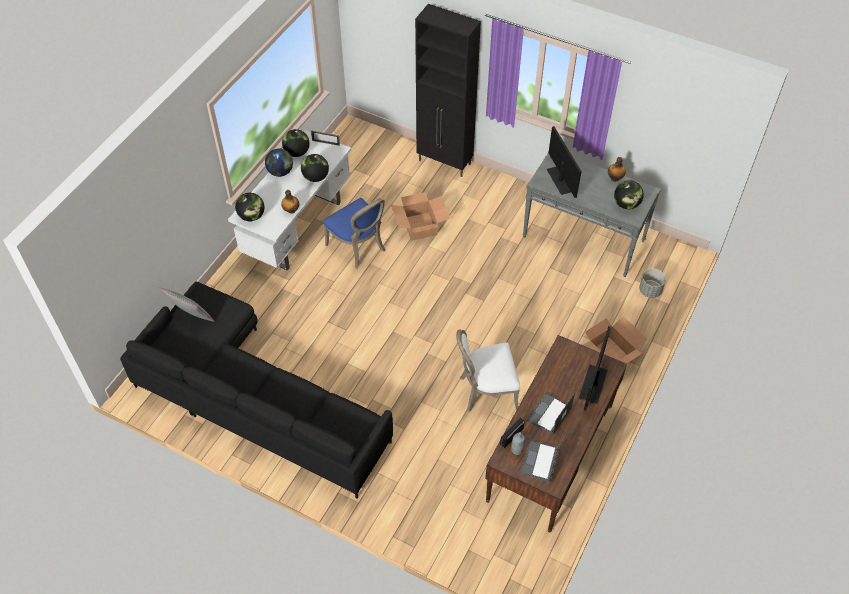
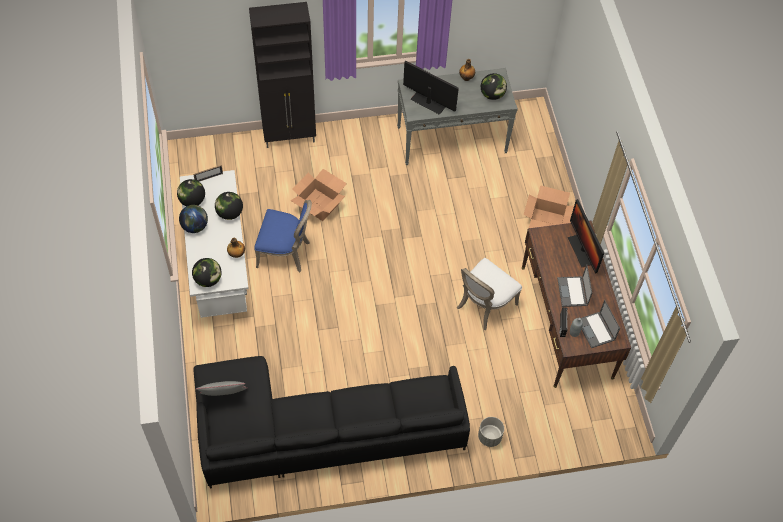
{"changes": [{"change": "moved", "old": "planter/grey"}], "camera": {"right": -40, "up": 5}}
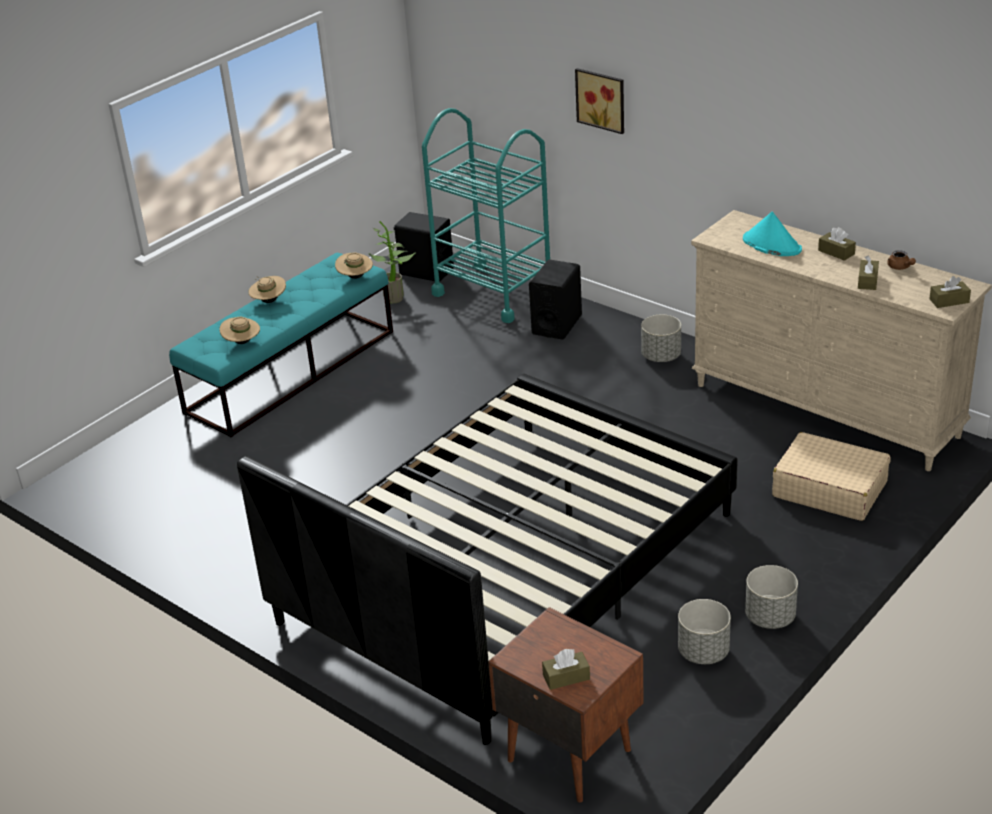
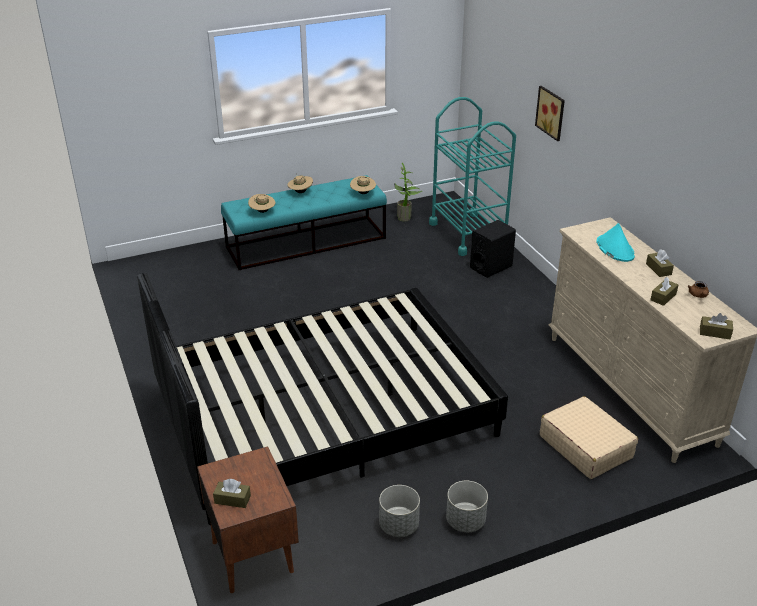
{"changes": [{"change": "removed", "old": "speaker/black (1st from left)"}, {"change": "removed", "old": "planter/grey (1st from left)"}], "camera": {"right": 25, "up": 0}}
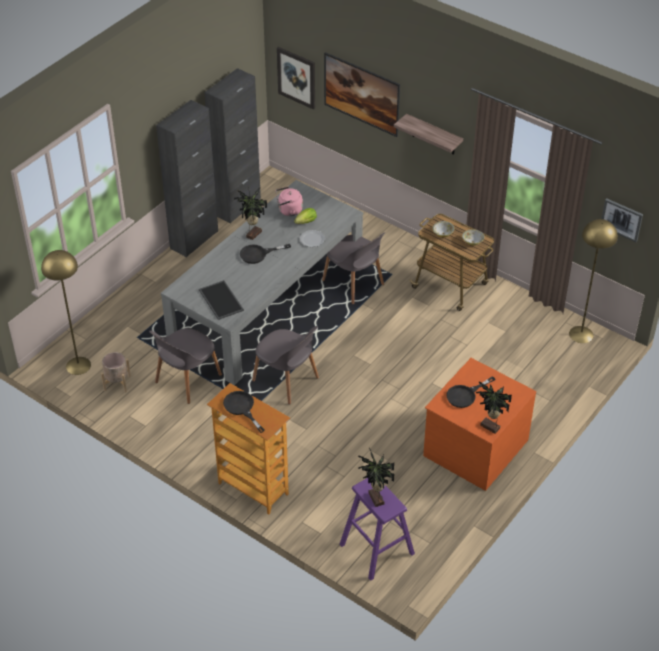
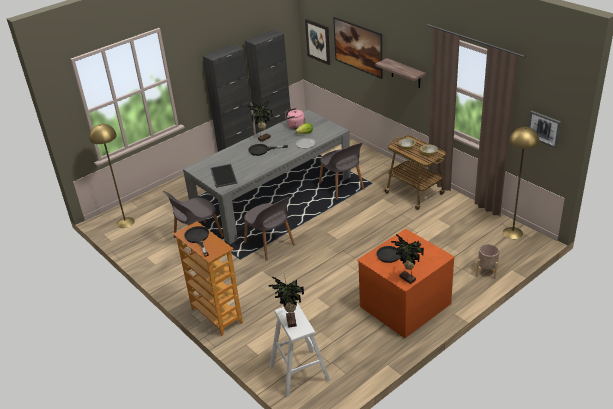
{"changes": [{"change": "moved", "old": "planter/beige"}, {"change": "recoloured", "old": "stool/purple", "new": "stool/white"}], "camera": {"right": 15, "up": -10}}
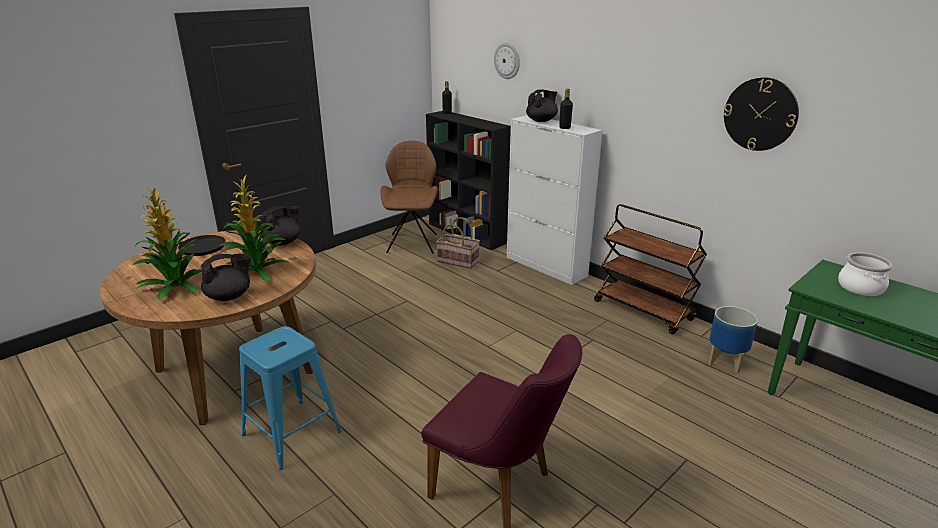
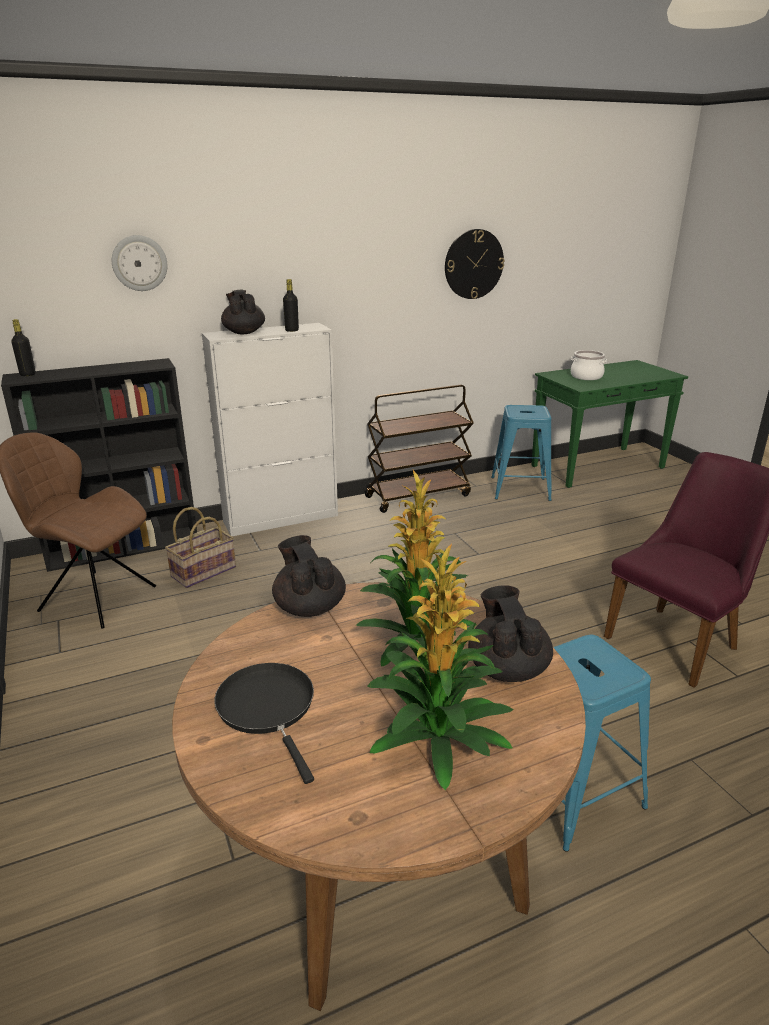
{"changes": [{"change": "replaced", "old": "planter", "new": "stool/blue (1st from left)"}], "camera": {"right": -70, "up": 0}}
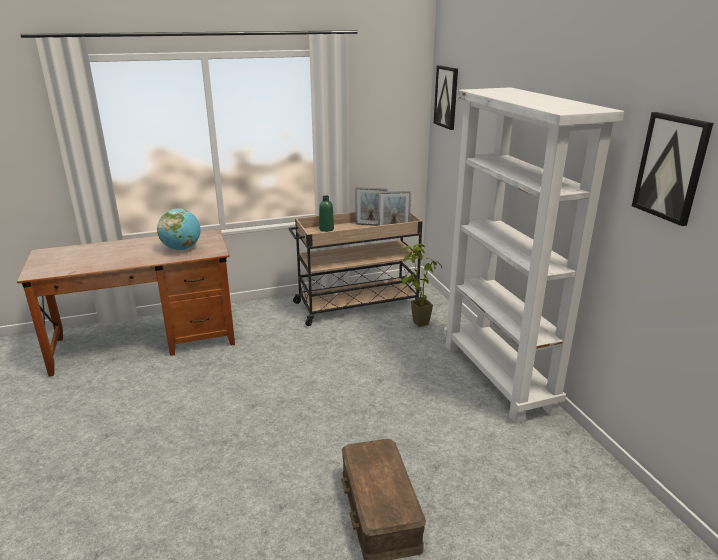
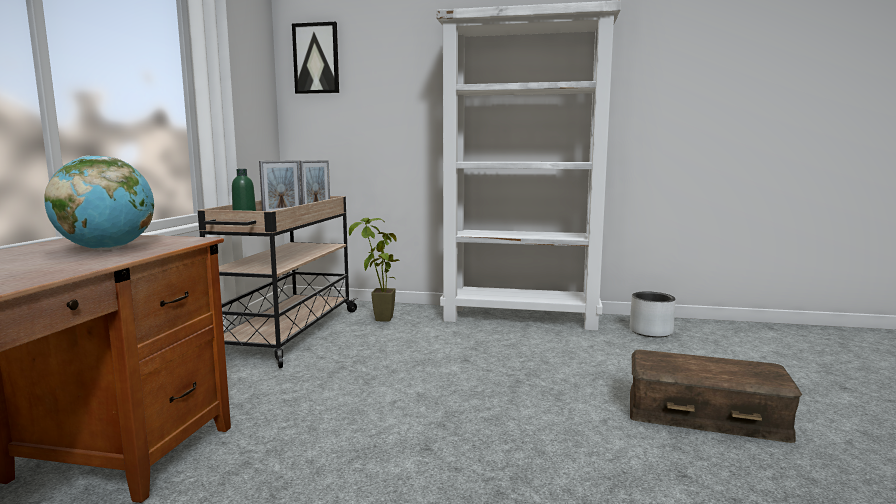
{"changes": [{"change": "removed", "old": "picture (2nd from left)"}, {"change": "added", "new": "planter/grey"}], "camera": {"right": -60, "up": -15}}
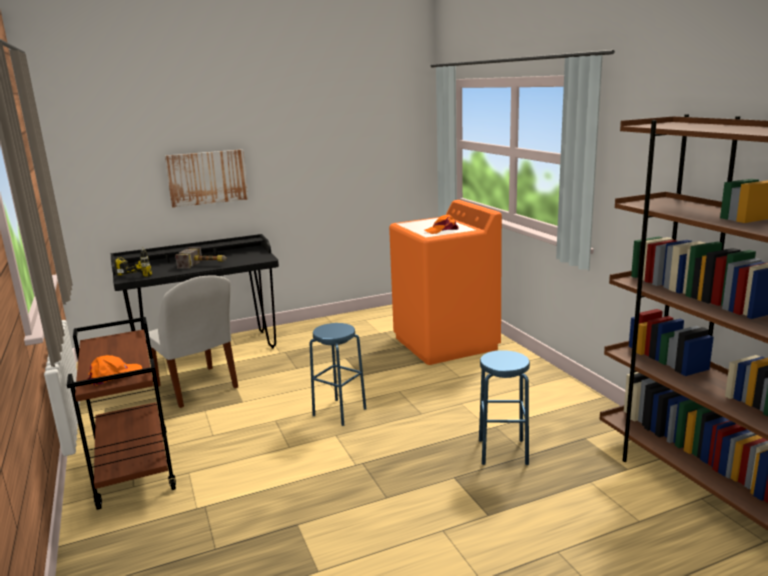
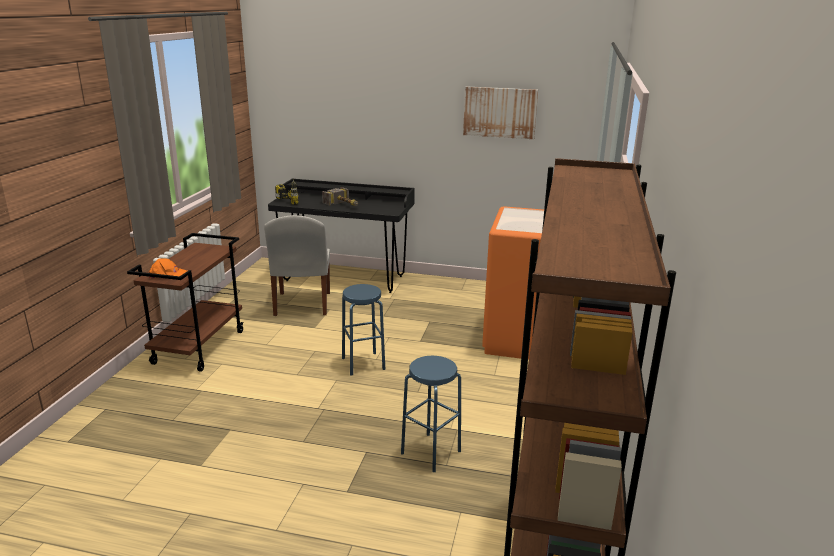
{"changes": [{"change": "removed", "old": "cap/orange (2nd from left)"}, {"change": "moved", "old": "picture"}], "camera": {"right": 35, "up": 5}}
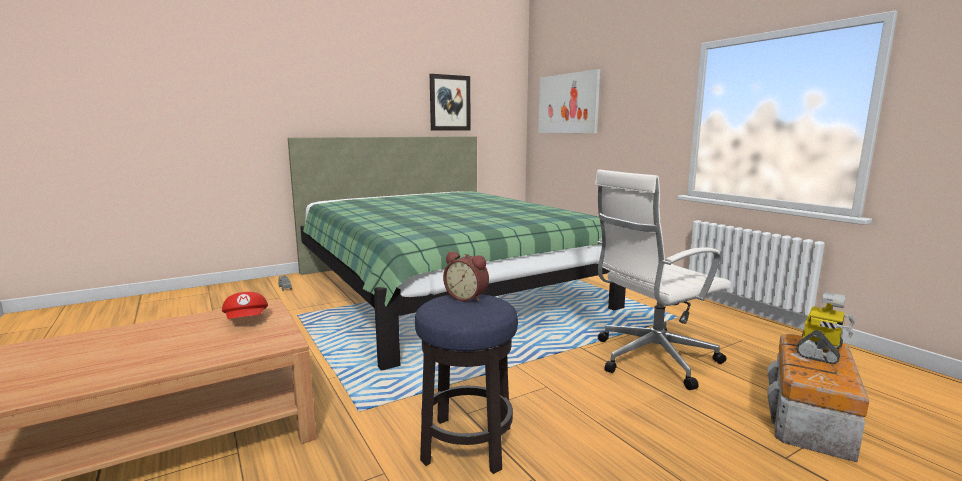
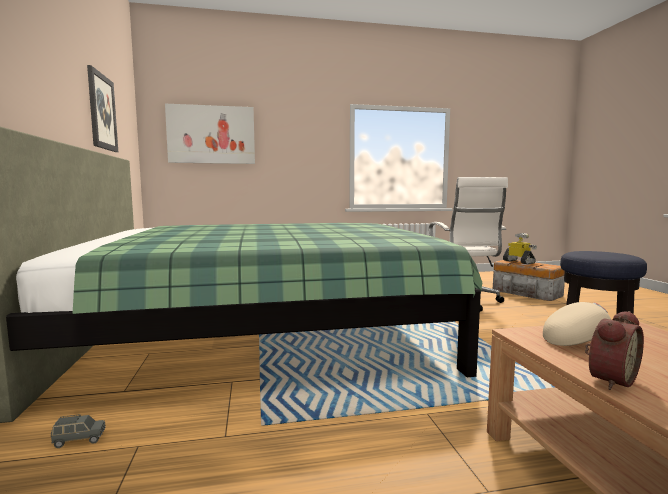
{"changes": [{"change": "moved", "old": "alarm clock"}, {"change": "recoloured", "old": "cap/red", "new": "cap/beige"}], "camera": {"right": -70, "up": -5}}
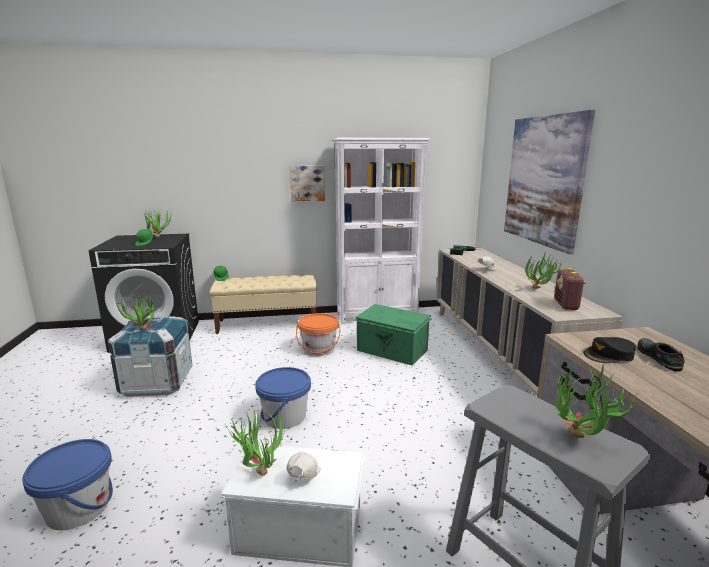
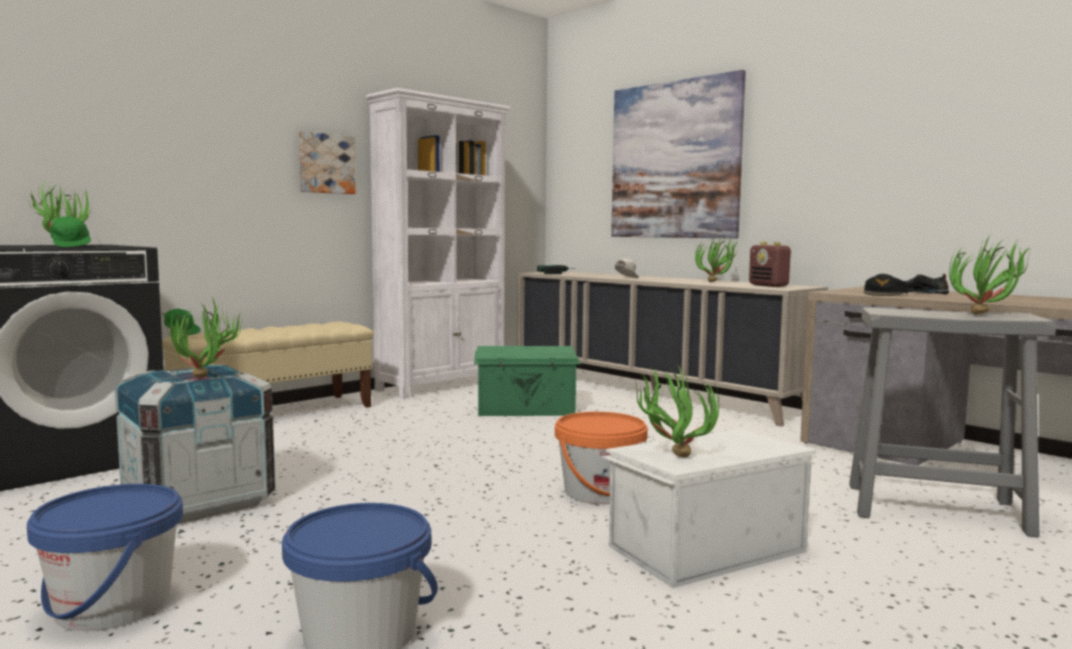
{"changes": [{"change": "removed", "old": "cap/white (1st from left)"}, {"change": "moved", "old": "bucket/blue (2nd from left in the first image)", "new": "bucket/blue (1st from left)"}, {"change": "moved", "old": "bucket/orange"}], "camera": {"right": -35, "up": -10}}
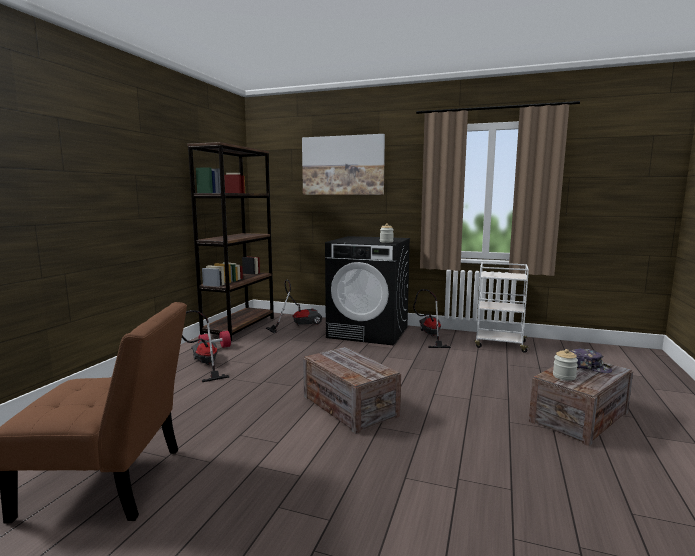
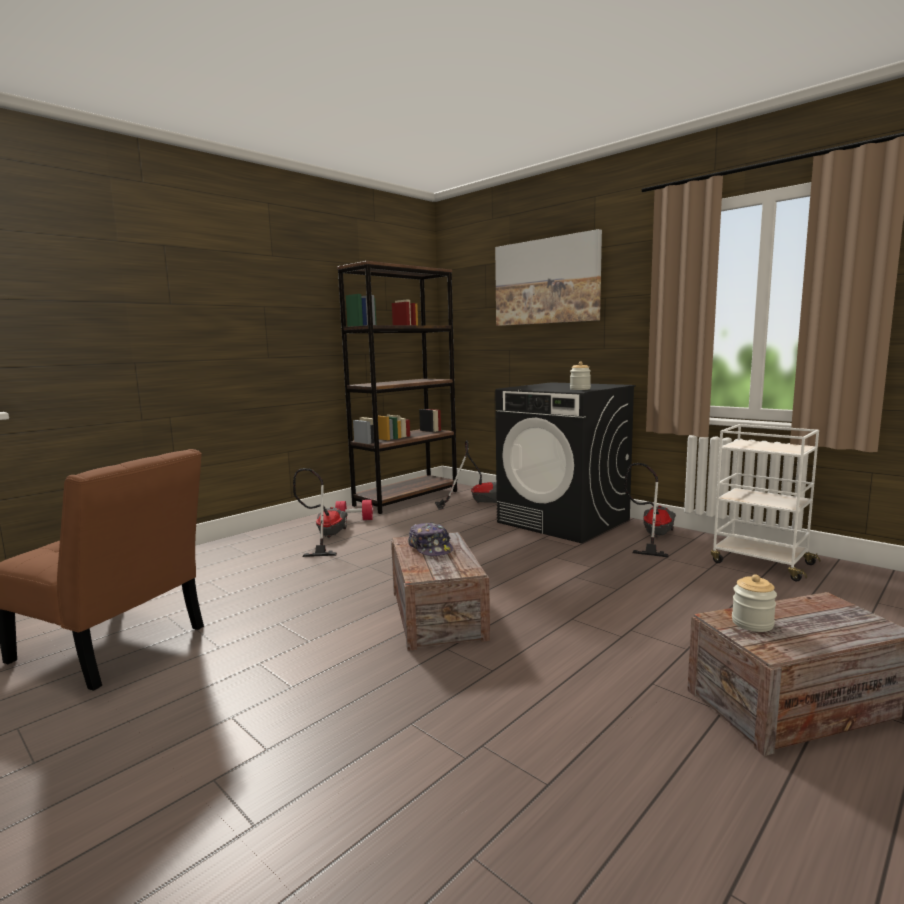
{"changes": [{"change": "moved", "old": "cap"}], "camera": {"right": 25, "up": 0}}
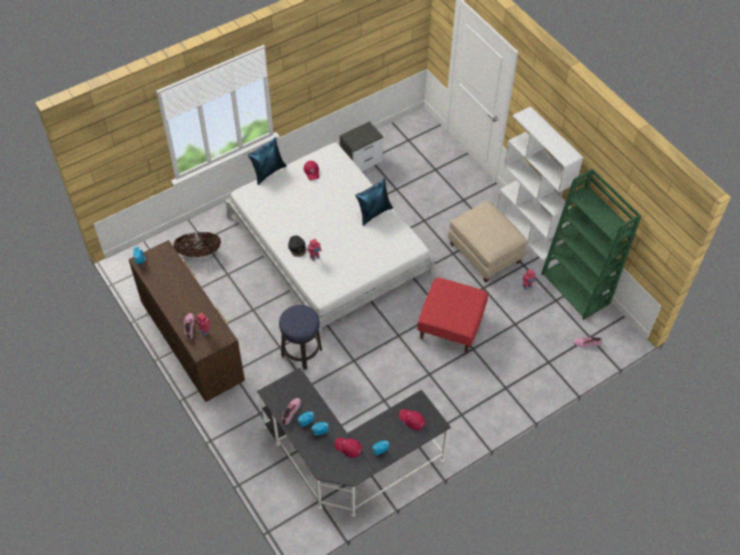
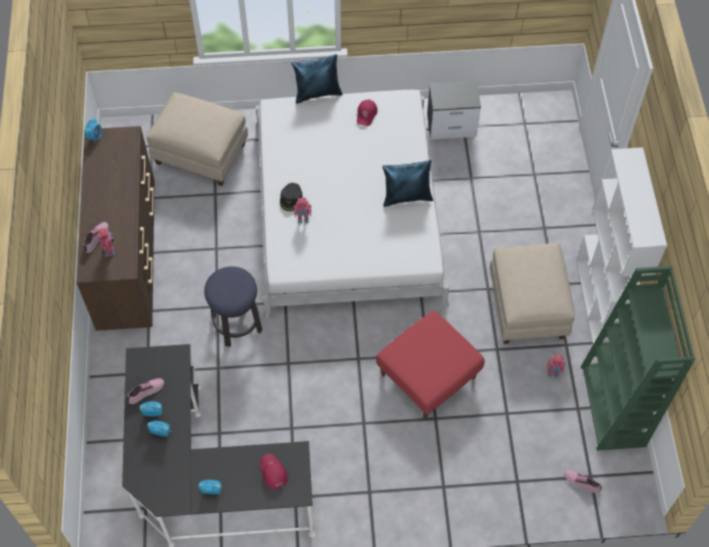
{"changes": [{"change": "removed", "old": "cap/red (2nd from left)"}, {"change": "replaced", "old": "basket", "new": "ottoman/beige (1st from left)"}], "camera": {"right": 30, "up": 5}}
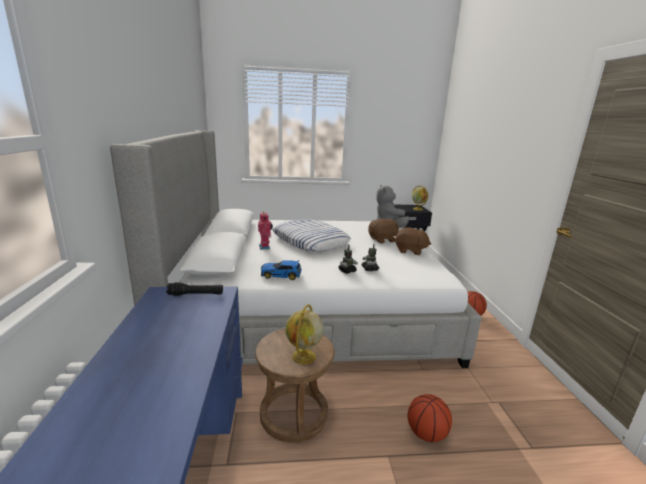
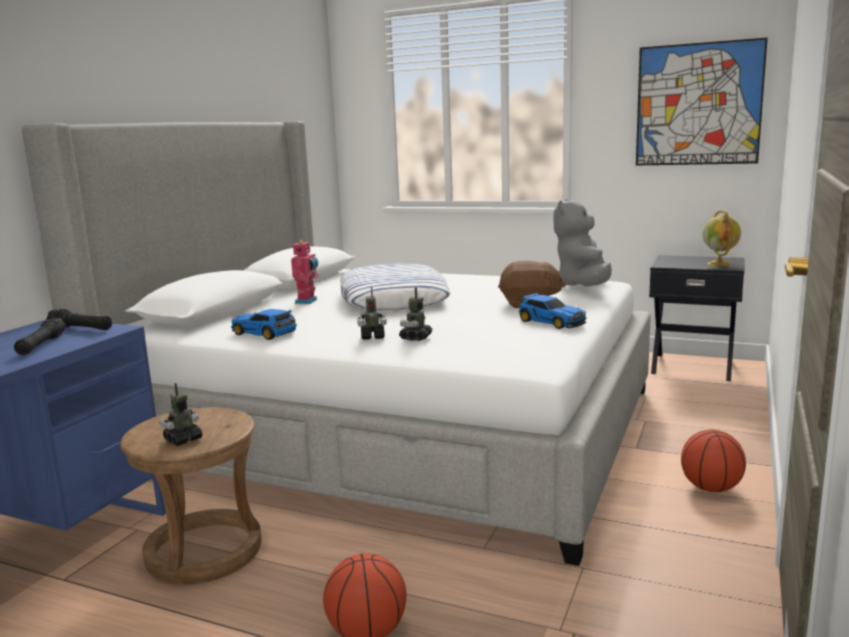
{"changes": [{"change": "added", "new": "flashlight/black (1st from left)"}, {"change": "added", "new": "picture"}, {"change": "replaced", "old": "globe (1st from left)", "new": "toy robot (1st from left)"}, {"change": "replaced", "old": "plush toy/brown (2nd from left)", "new": "toy car (2nd from left)"}], "camera": {"right": 30, "up": -5}}
